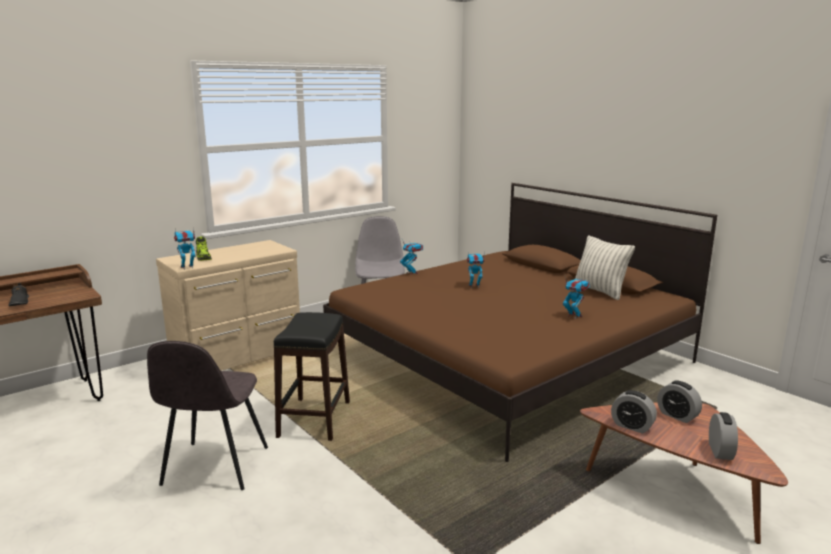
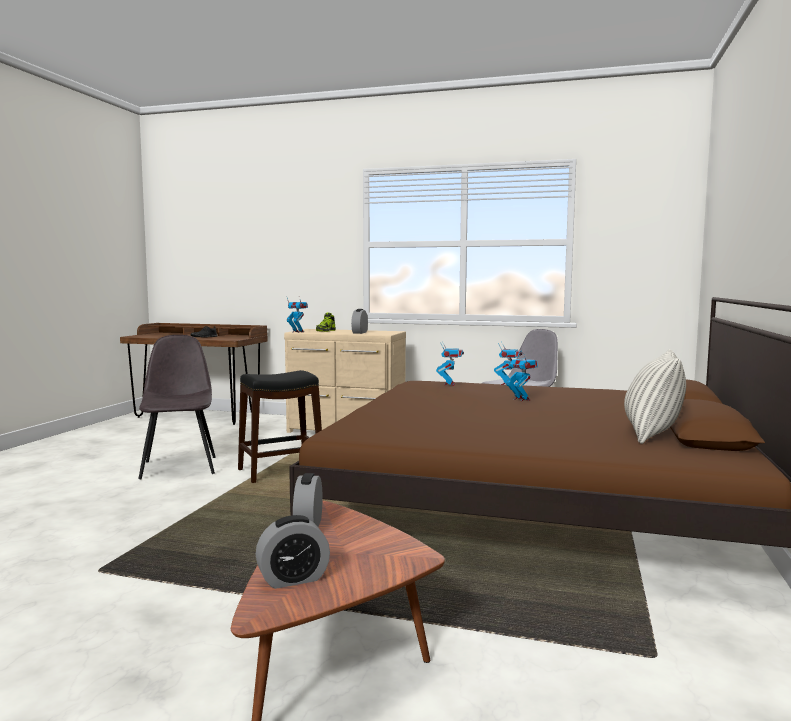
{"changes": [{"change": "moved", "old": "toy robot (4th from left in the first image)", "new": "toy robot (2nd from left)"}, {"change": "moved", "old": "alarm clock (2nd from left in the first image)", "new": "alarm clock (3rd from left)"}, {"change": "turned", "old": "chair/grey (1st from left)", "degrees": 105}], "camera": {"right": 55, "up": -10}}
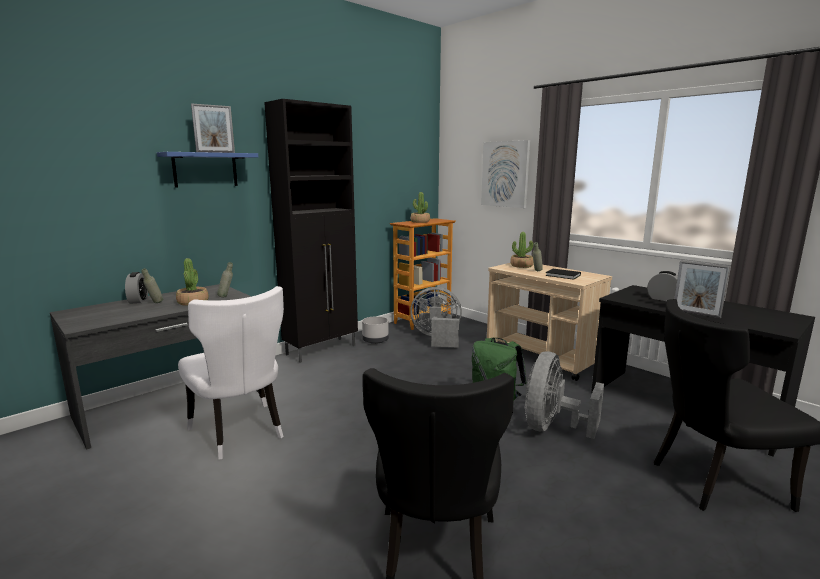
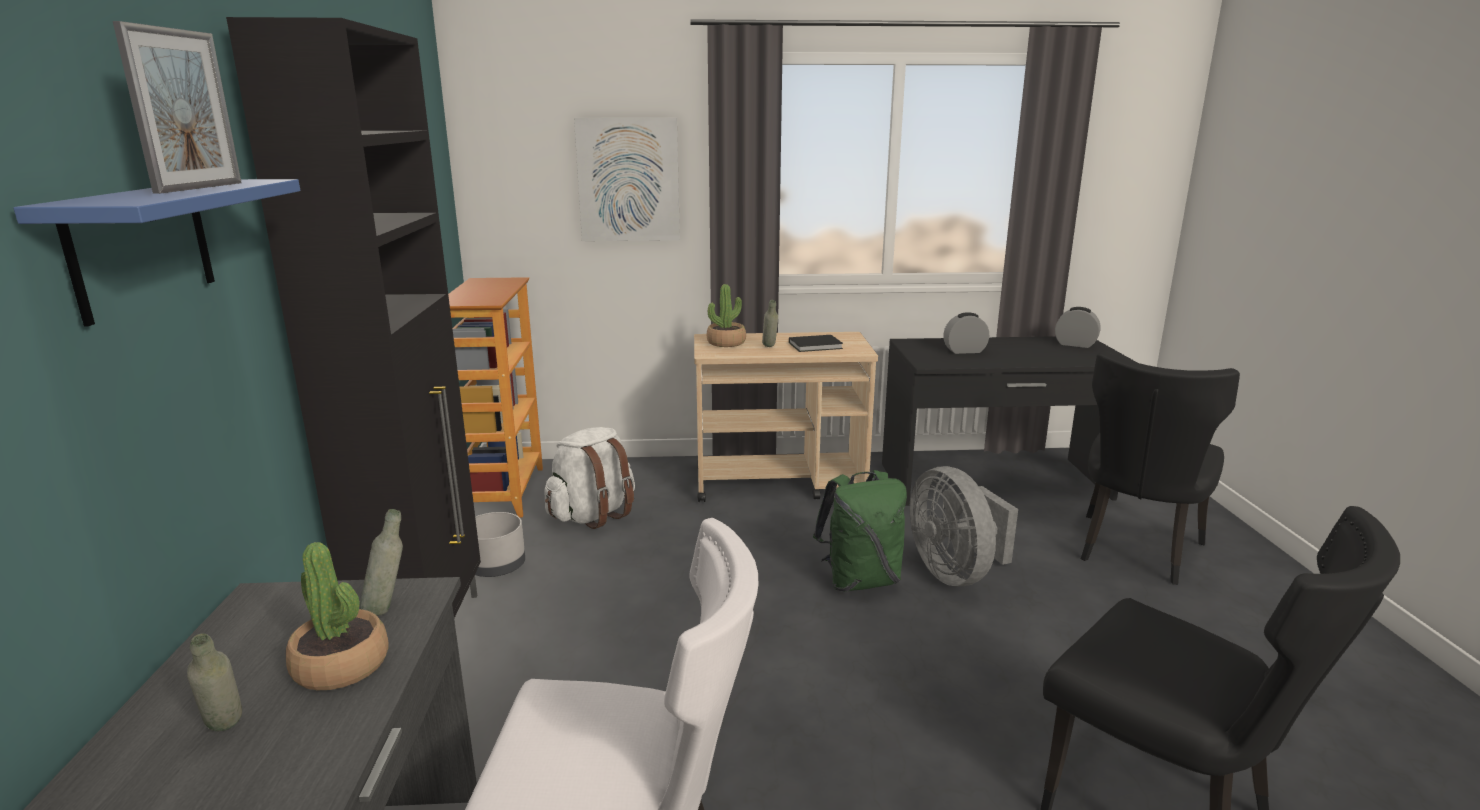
{"changes": [{"change": "removed", "old": "potted plant (2nd from left)"}, {"change": "removed", "old": "picture frame (2nd from left)"}, {"change": "moved", "old": "alarm clock (1st from left in the first image)", "new": "alarm clock (2nd from left)"}, {"change": "replaced", "old": "fan/grey (1st from left)", "new": "backpack/white"}], "camera": {"right": -50, "up": 5}}
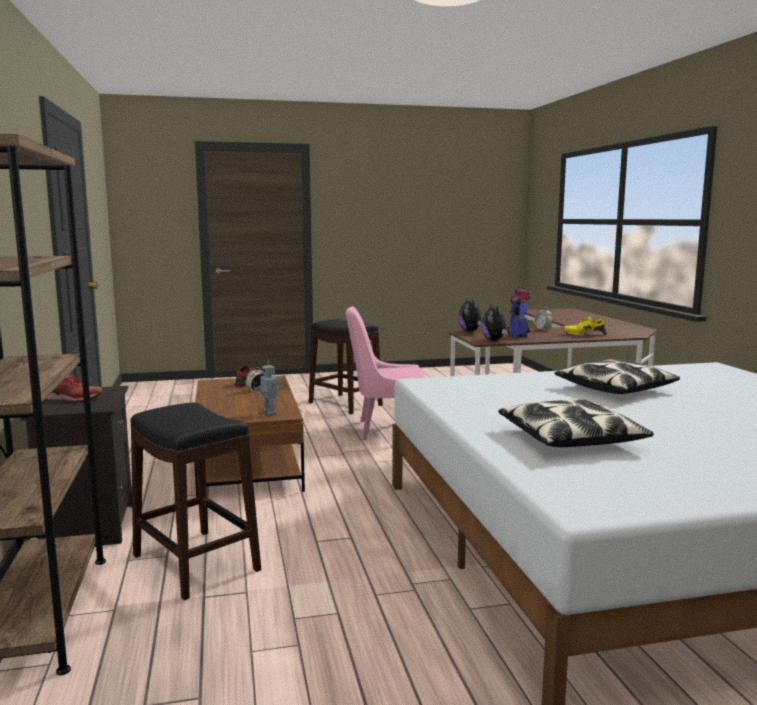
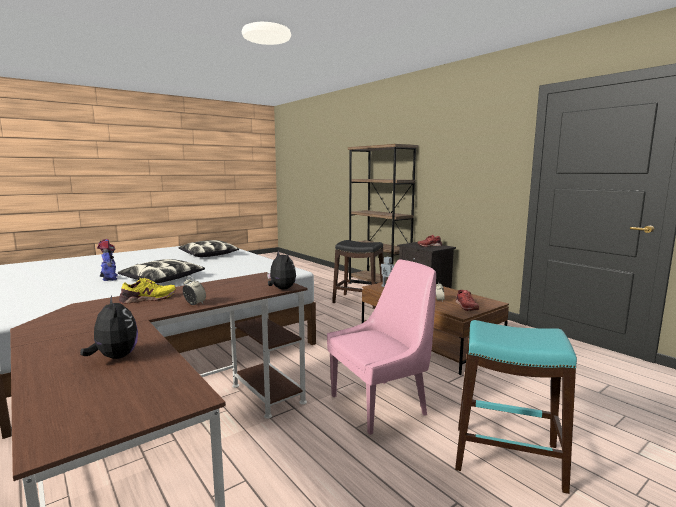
{"changes": [{"change": "moved", "old": "plush toy (2nd from left in the first image)", "new": "plush toy (1st from left)"}, {"change": "moved", "old": "toy robot (2nd from left in the first image)", "new": "toy robot (1st from left)"}, {"change": "recoloured", "old": "stool/black (2nd from left)", "new": "stool/turquoise"}], "camera": {"right": 155, "up": 0}}
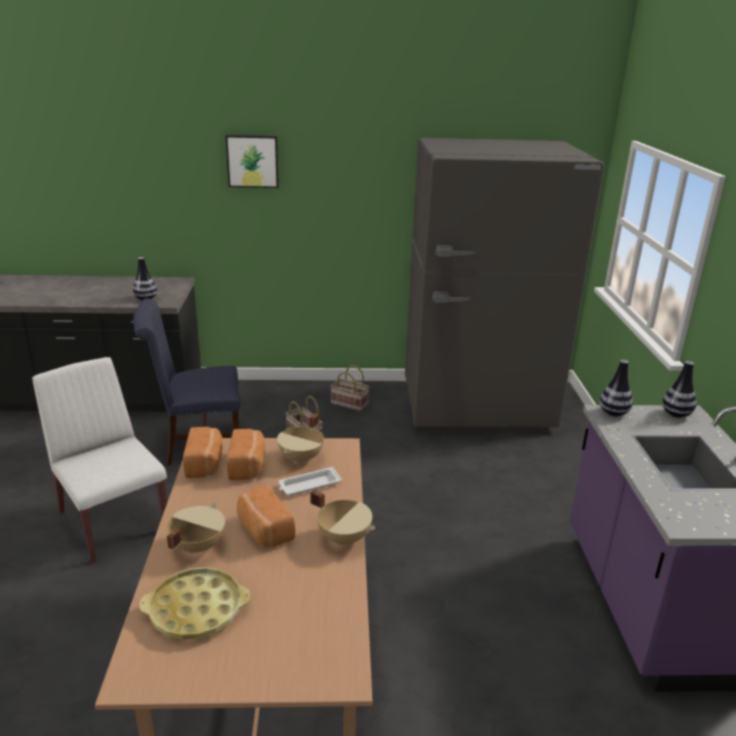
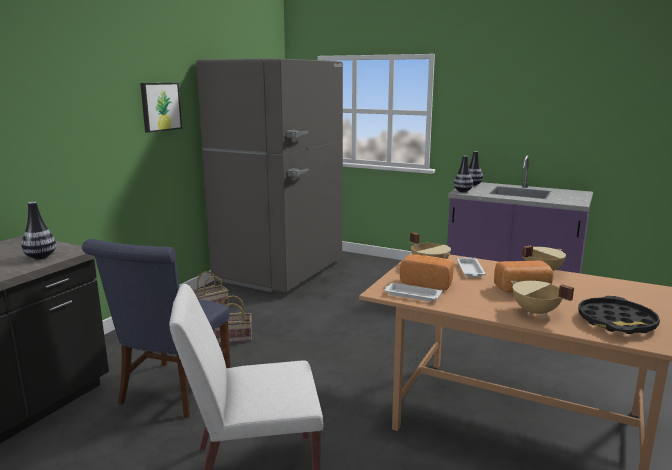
{"changes": [{"change": "moved", "old": "picture"}, {"change": "replaced", "old": "bread (1st from left)", "new": "tray/white (1st from left)"}, {"change": "recoloured", "old": "tray/yellow", "new": "tray/black"}], "camera": {"right": -60, "up": -10}}
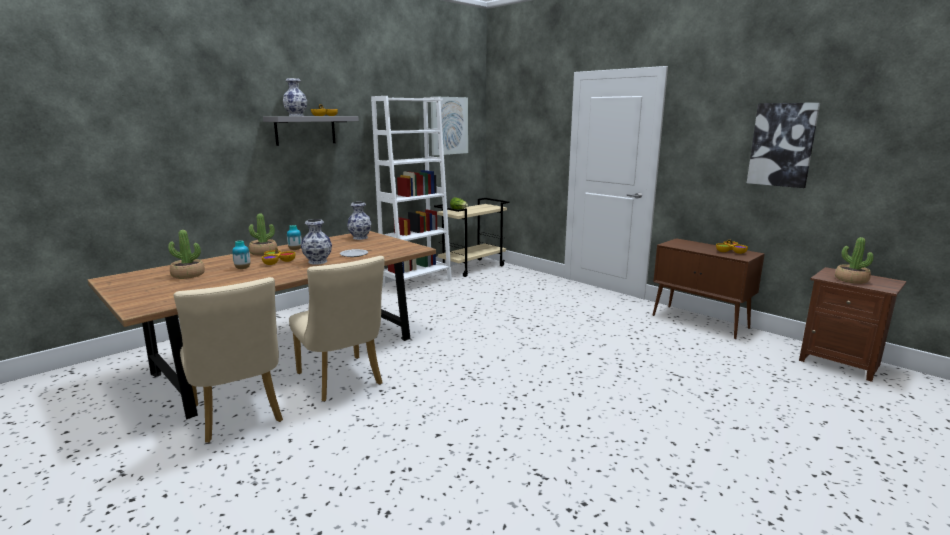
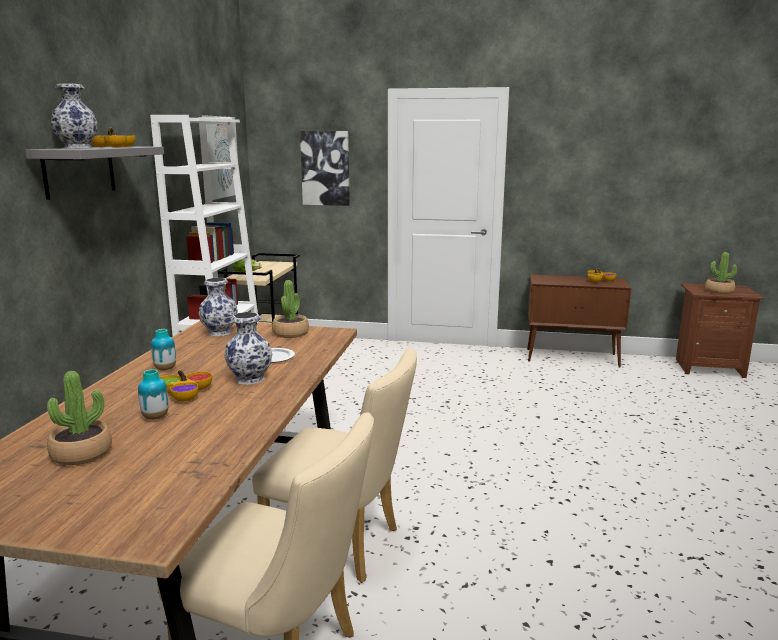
{"changes": [{"change": "moved", "old": "potted plant (2nd from left)"}, {"change": "moved", "old": "picture (2nd from left)"}], "camera": {"right": -35, "up": 0}}
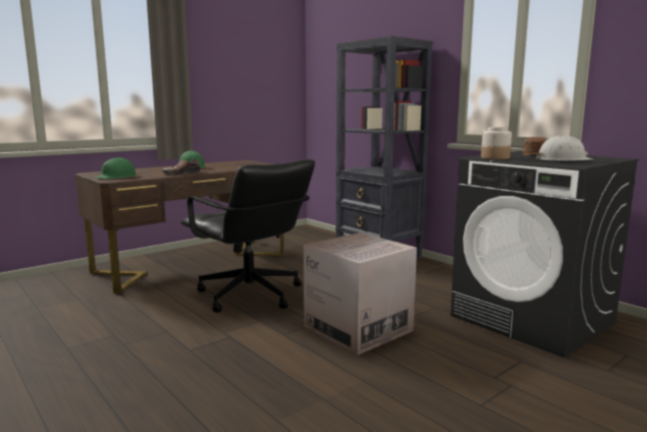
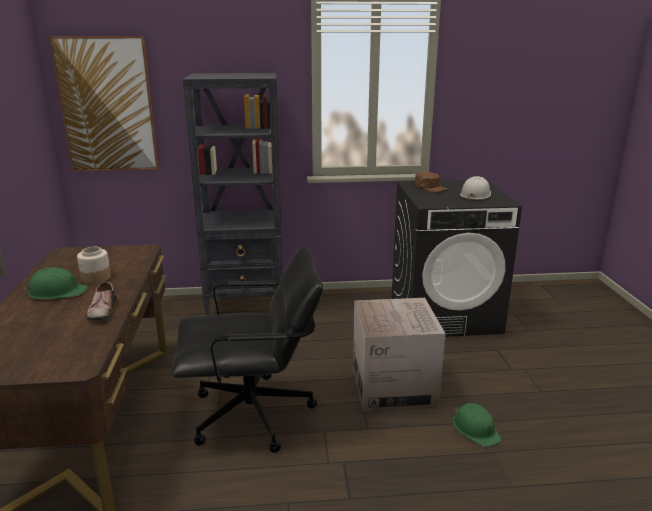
{"changes": [{"change": "added", "new": "picture"}, {"change": "moved", "old": "hard hat/green (1st from left in the first image)", "new": "hard hat/green (2nd from left)"}, {"change": "moved", "old": "jar"}], "camera": {"right": -55, "up": 10}}
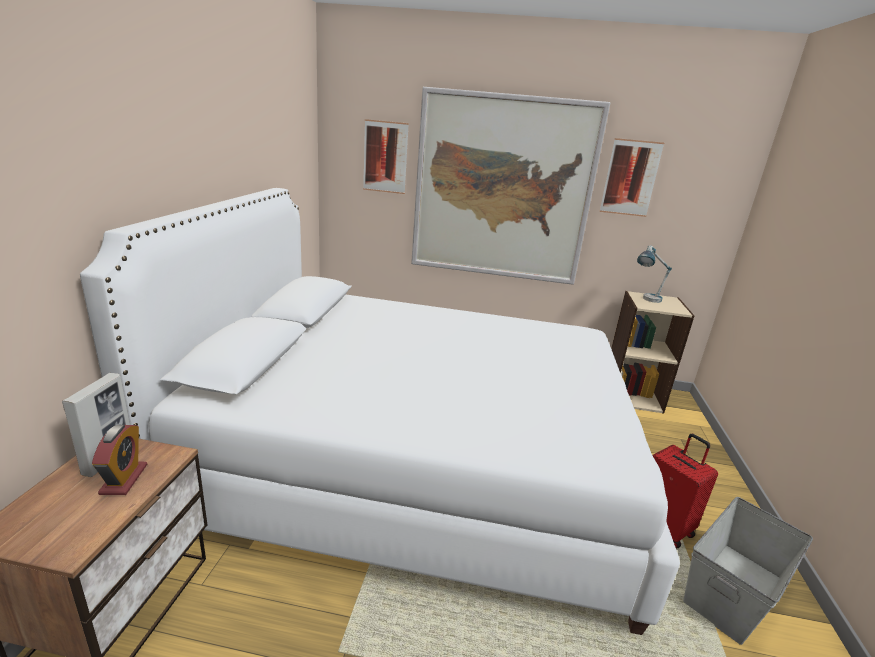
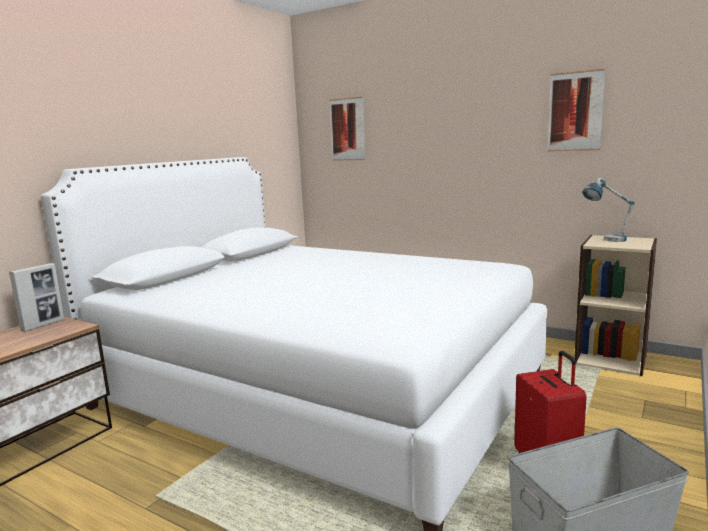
{"changes": [{"change": "removed", "old": "alarm clock"}, {"change": "removed", "old": "picture (2nd from left)"}], "camera": {"right": 25, "up": -10}}
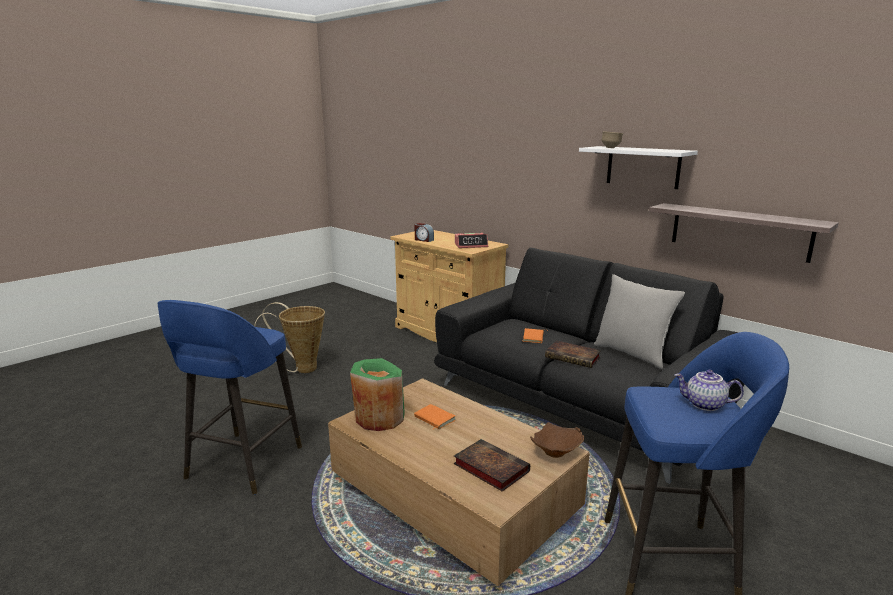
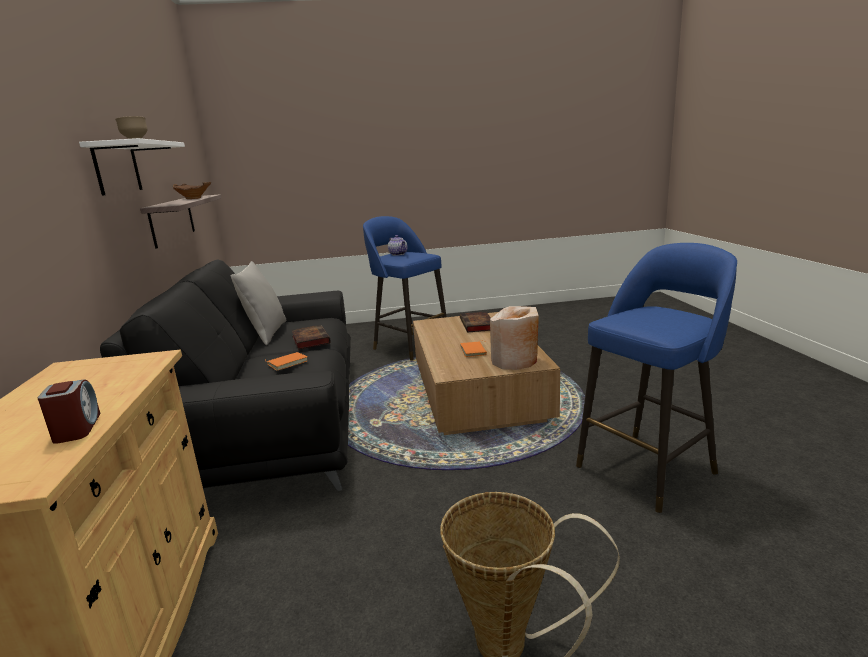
{"changes": [{"change": "removed", "old": "alarm clock (2nd from left)"}, {"change": "moved", "old": "bowl/brown (1st from left in the first image)", "new": "bowl/brown (2nd from left)"}, {"change": "recoloured", "old": "vase/green", "new": "vase/beige"}], "camera": {"right": -140, "up": 0}}
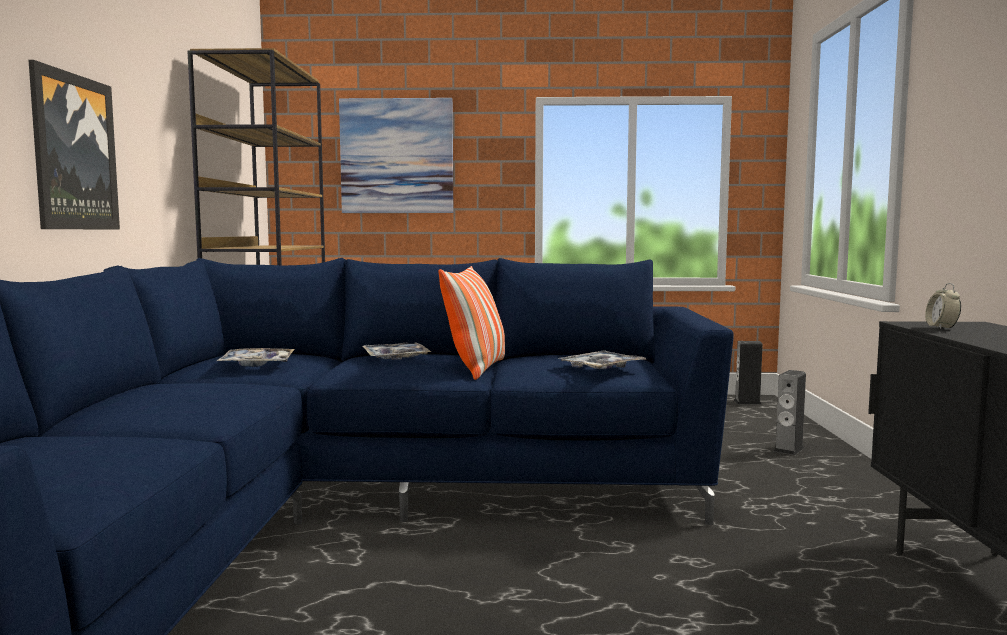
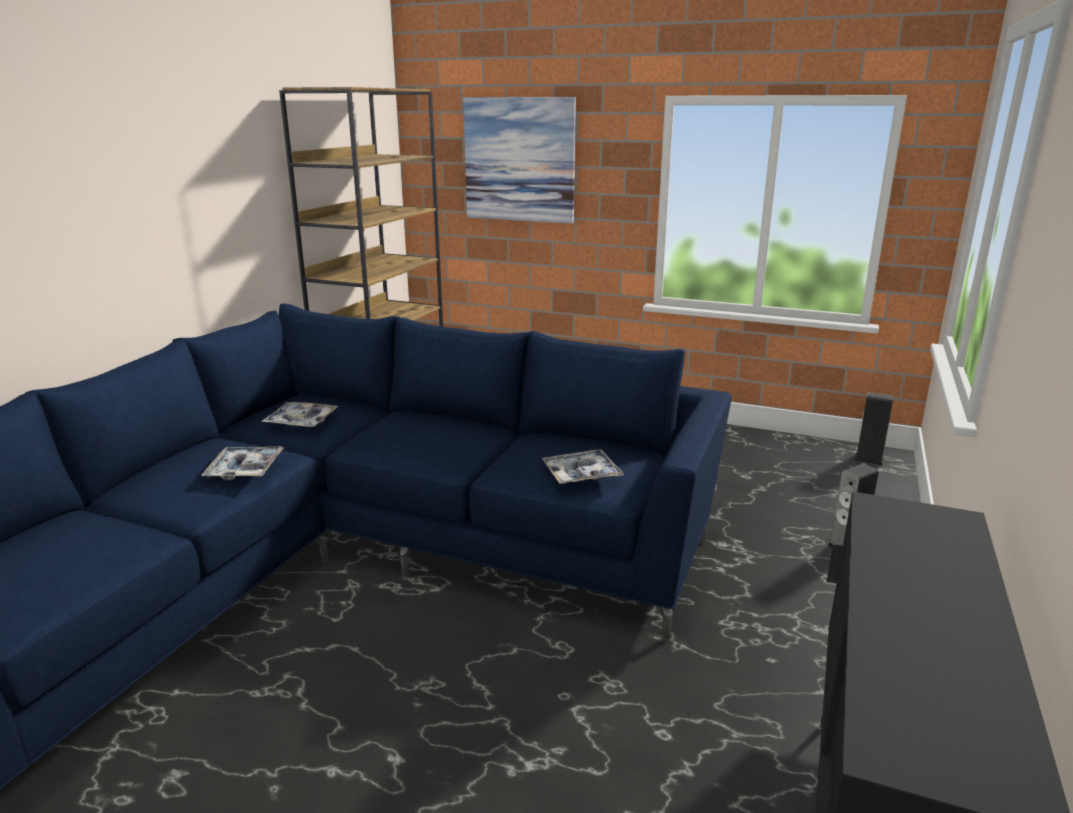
{"changes": [{"change": "removed", "old": "picture (1st from left)"}, {"change": "removed", "old": "pillow"}, {"change": "removed", "old": "alarm clock"}, {"change": "moved", "old": "tray (2nd from left in the first image)", "new": "tray (1st from left)"}], "camera": {"right": 20, "up": 15}}
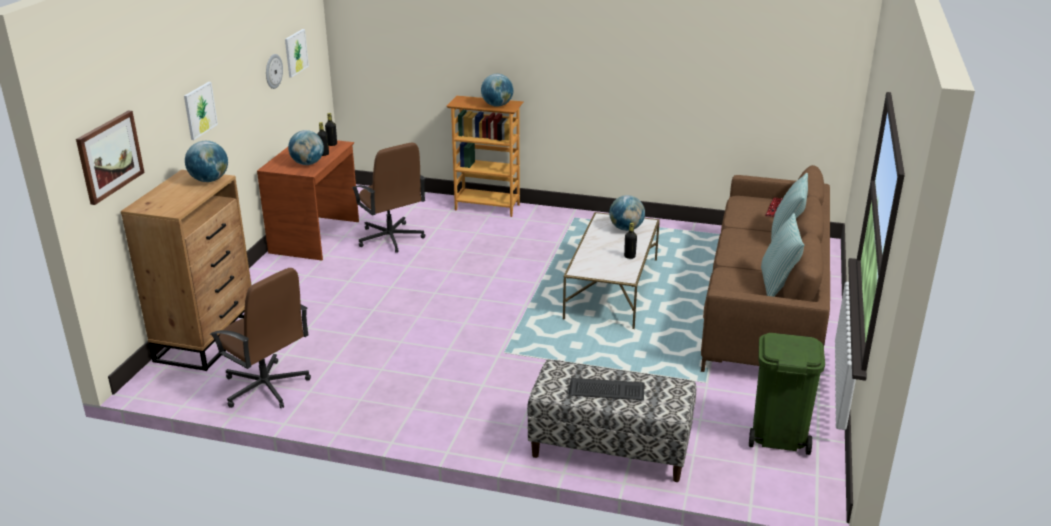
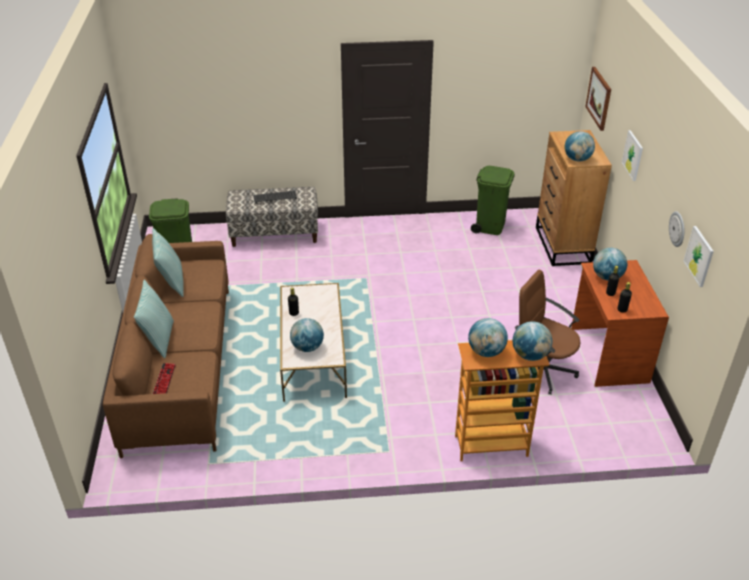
{"changes": [{"change": "added", "new": "globe (3rd from left)"}, {"change": "replaced", "old": "office chair/brown (1st from left)", "new": "trash can/green (2nd from left)"}], "camera": {"right": 160, "up": 10}}
